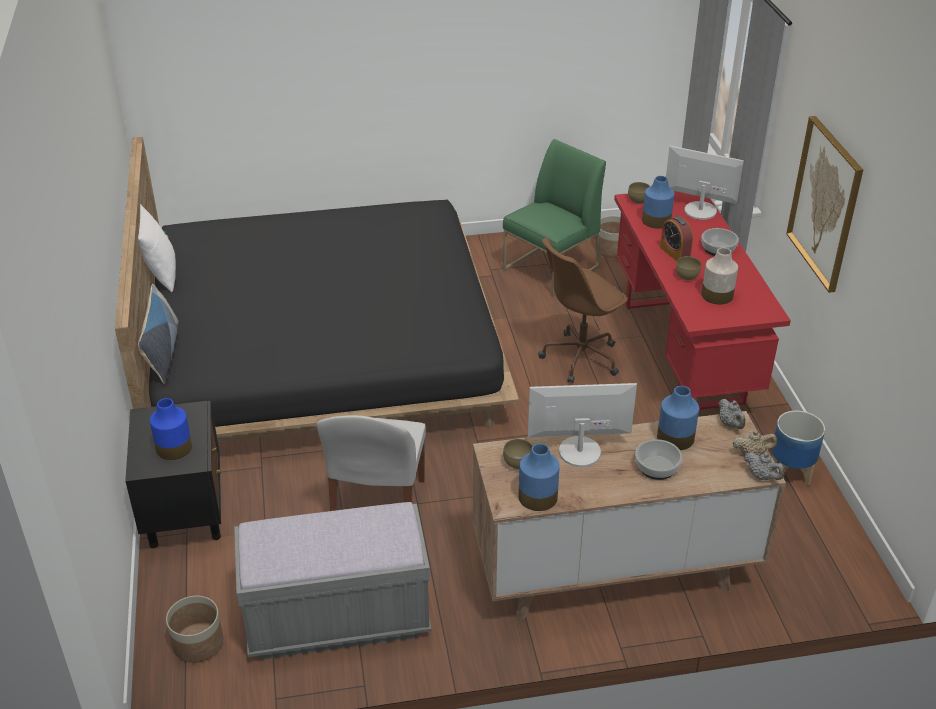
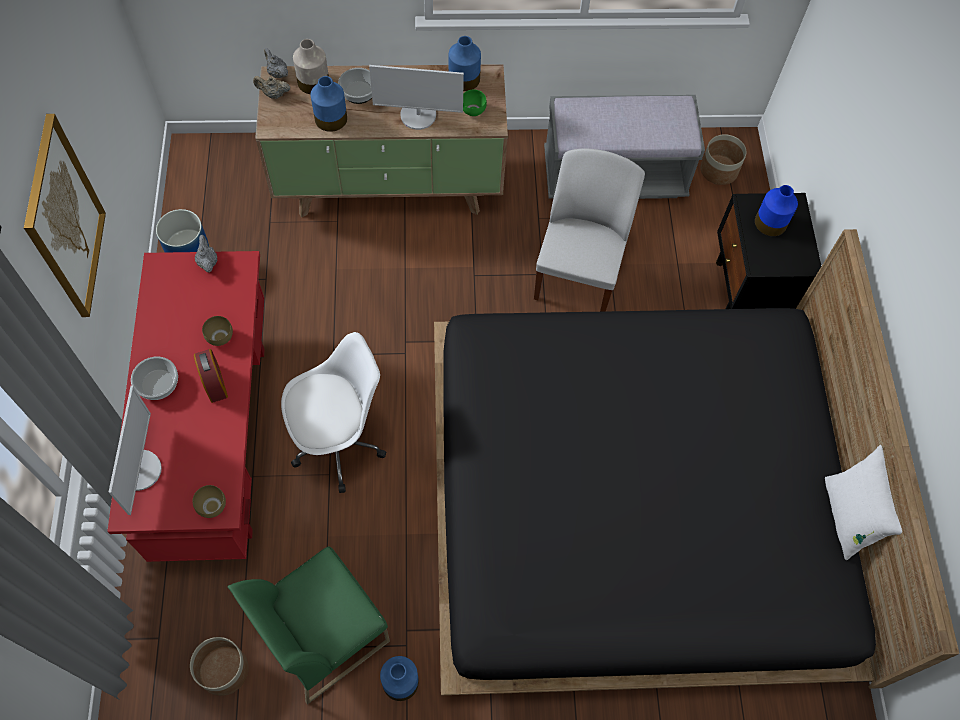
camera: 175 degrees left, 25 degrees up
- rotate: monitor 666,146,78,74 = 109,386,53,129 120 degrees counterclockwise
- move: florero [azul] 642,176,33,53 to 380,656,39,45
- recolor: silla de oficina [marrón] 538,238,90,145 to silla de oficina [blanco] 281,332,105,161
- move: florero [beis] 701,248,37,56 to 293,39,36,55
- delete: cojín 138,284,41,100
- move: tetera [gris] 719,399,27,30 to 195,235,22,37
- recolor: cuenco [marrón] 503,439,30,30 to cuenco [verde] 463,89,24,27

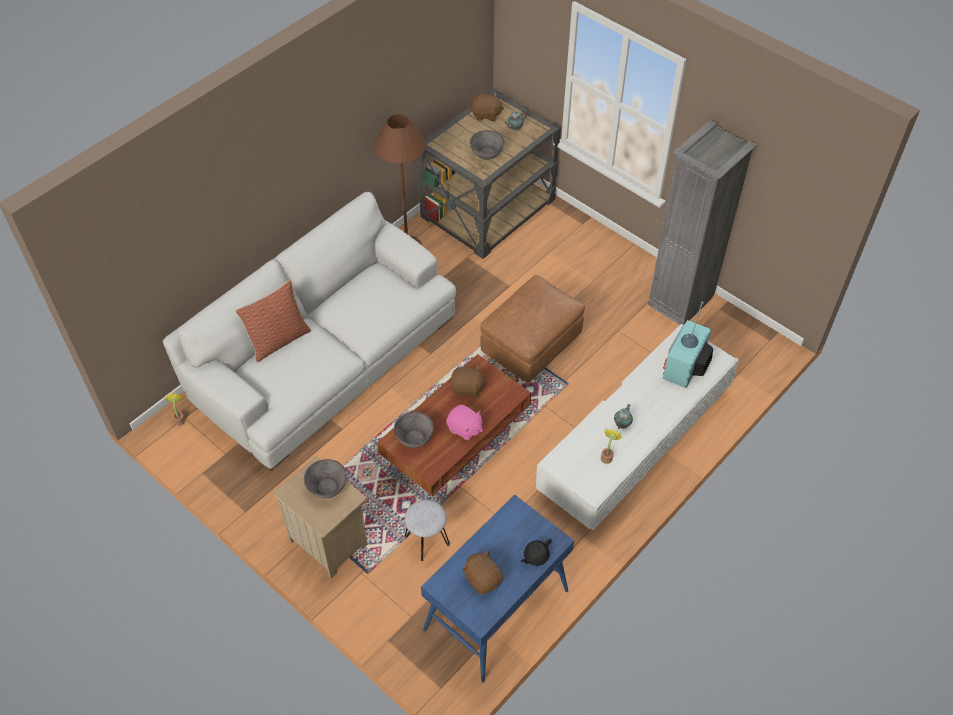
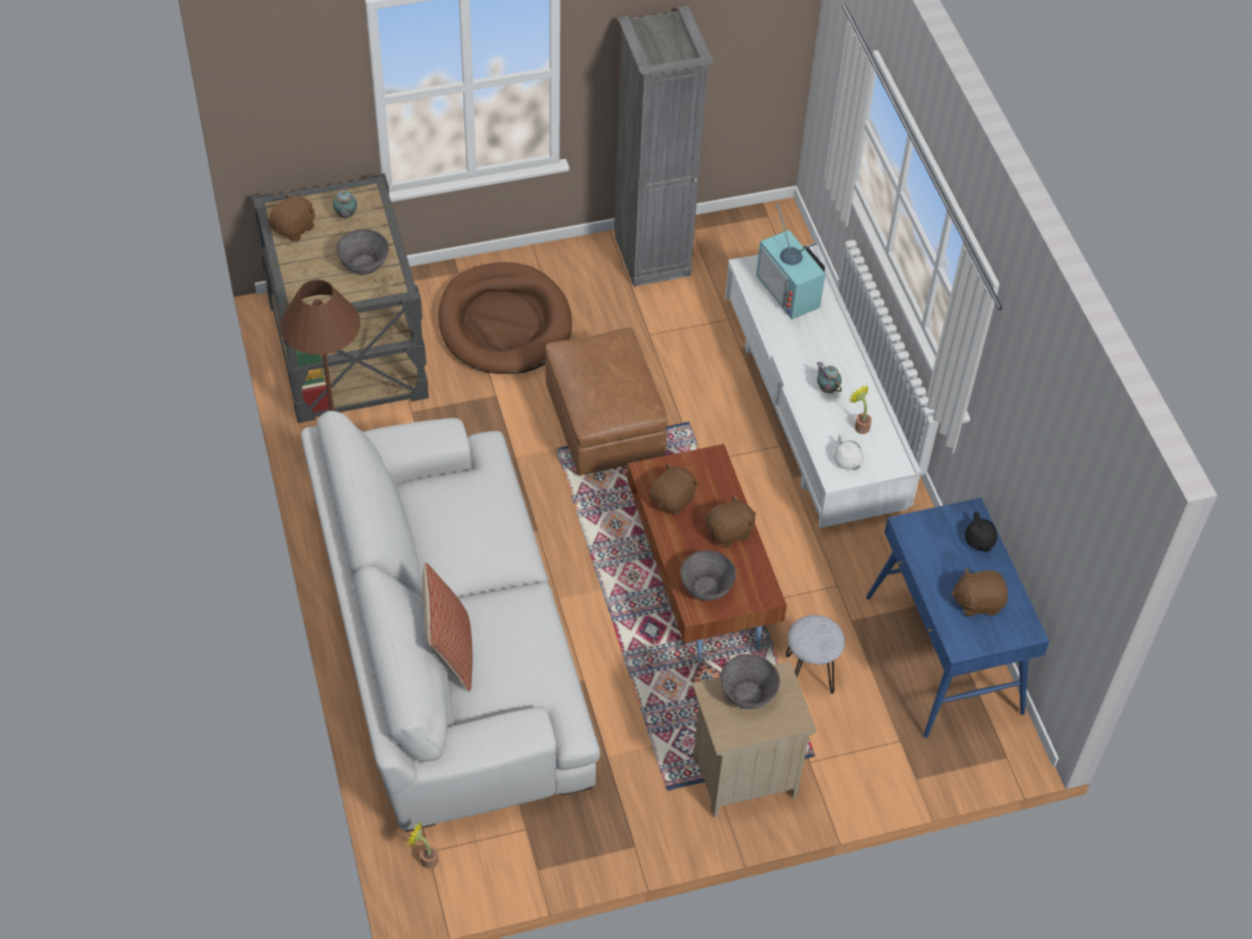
camera: 60 degrees left, 0 degrees up
- recolor: peluche [rosa] 447,405,36,36 to peluche [marrón] 705,495,51,52
- insert: cama para perro [marrón] 438,262,134,112
- insert: tetera [blanco] 833,434,31,36

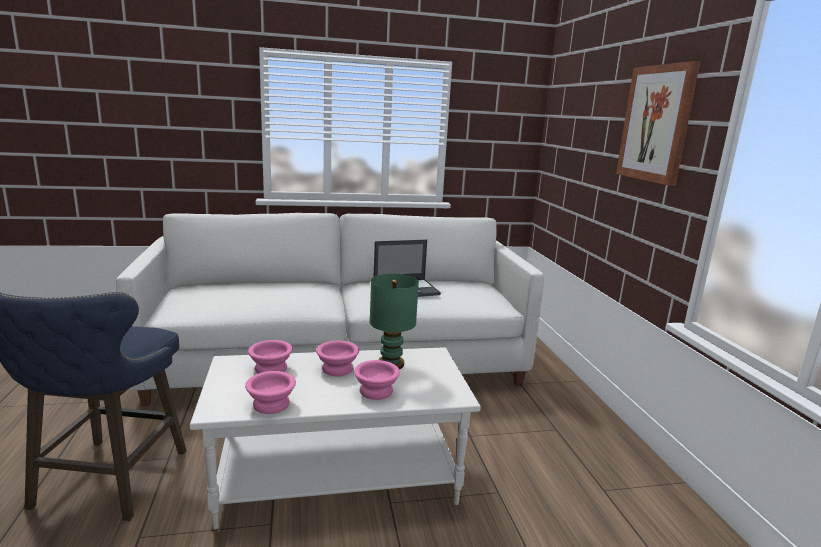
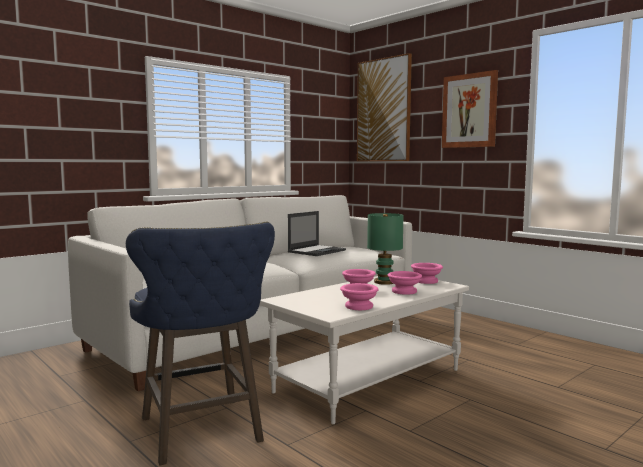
camera: 30 degrees left, 10 degrees down
- move: cuenco [rosa] 248,340,45,34 to 411,263,32,21
- insert: cuadro 357,53,55,108

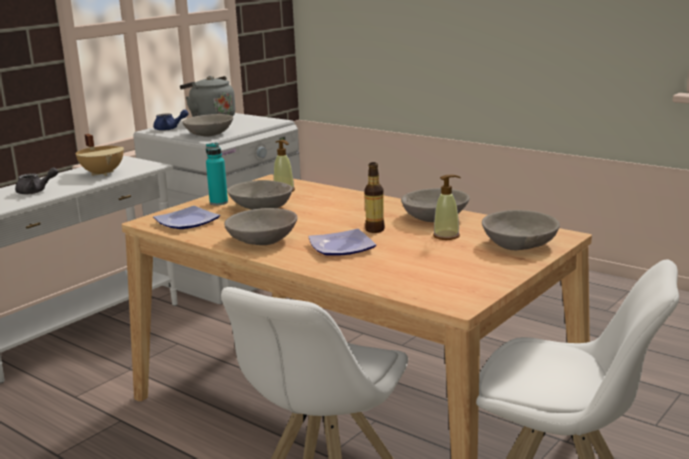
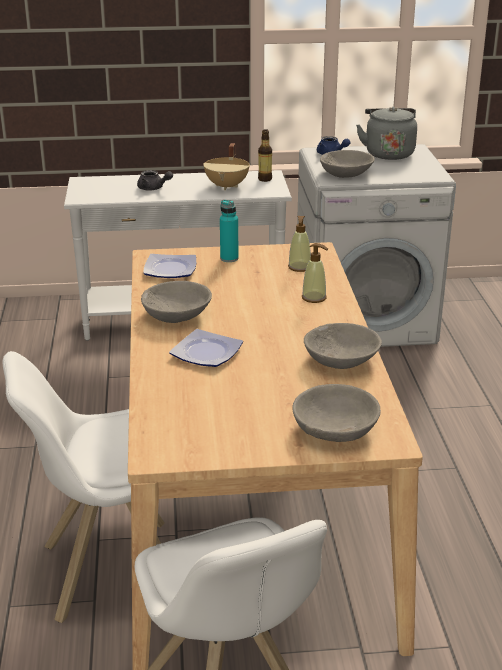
camera: 45 degrees right, 10 degrees up
- move: botella 364,162,21,71 to 258,129,14,53
- move: dispensador de jabón 433,175,28,65 to 302,243,26,60
- delete: cuenco [gris] 227,180,65,30

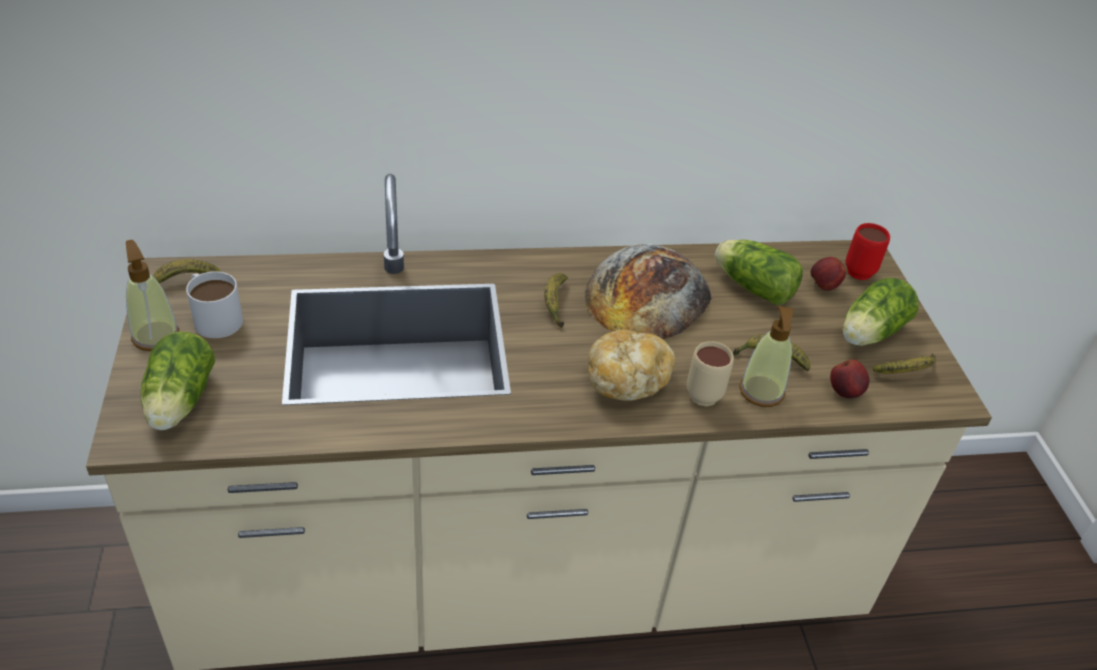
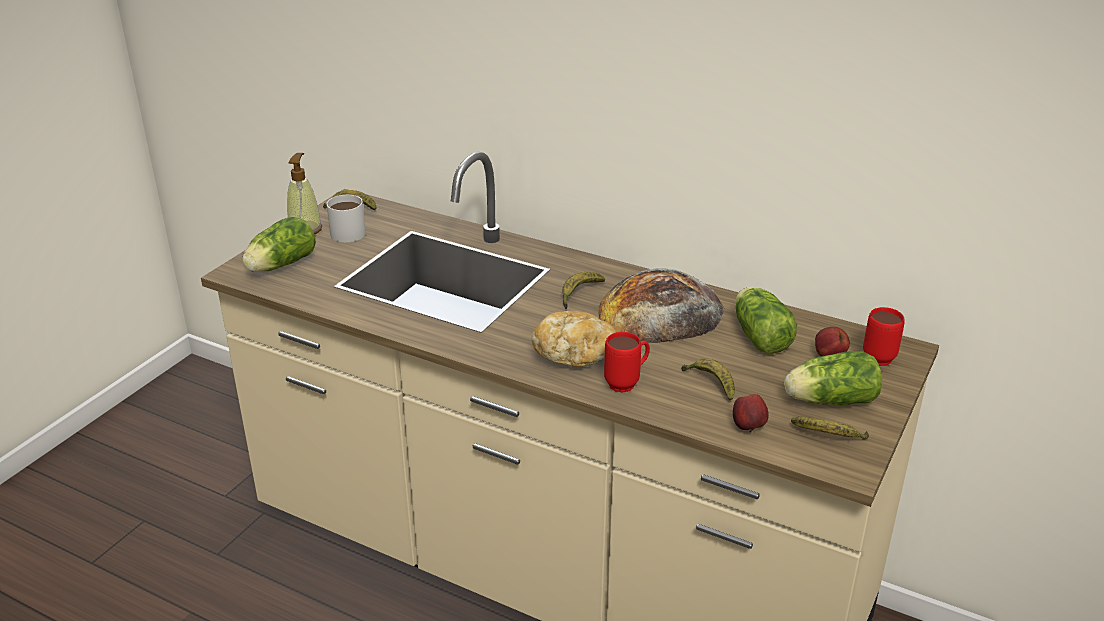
camera: 40 degrees right, 10 degrees down
- delete: dispensador de jabón 739,306,54,101
- recolor: taza grande [beis] 687,341,47,66 to taza grande [rojo] 604,332,46,61

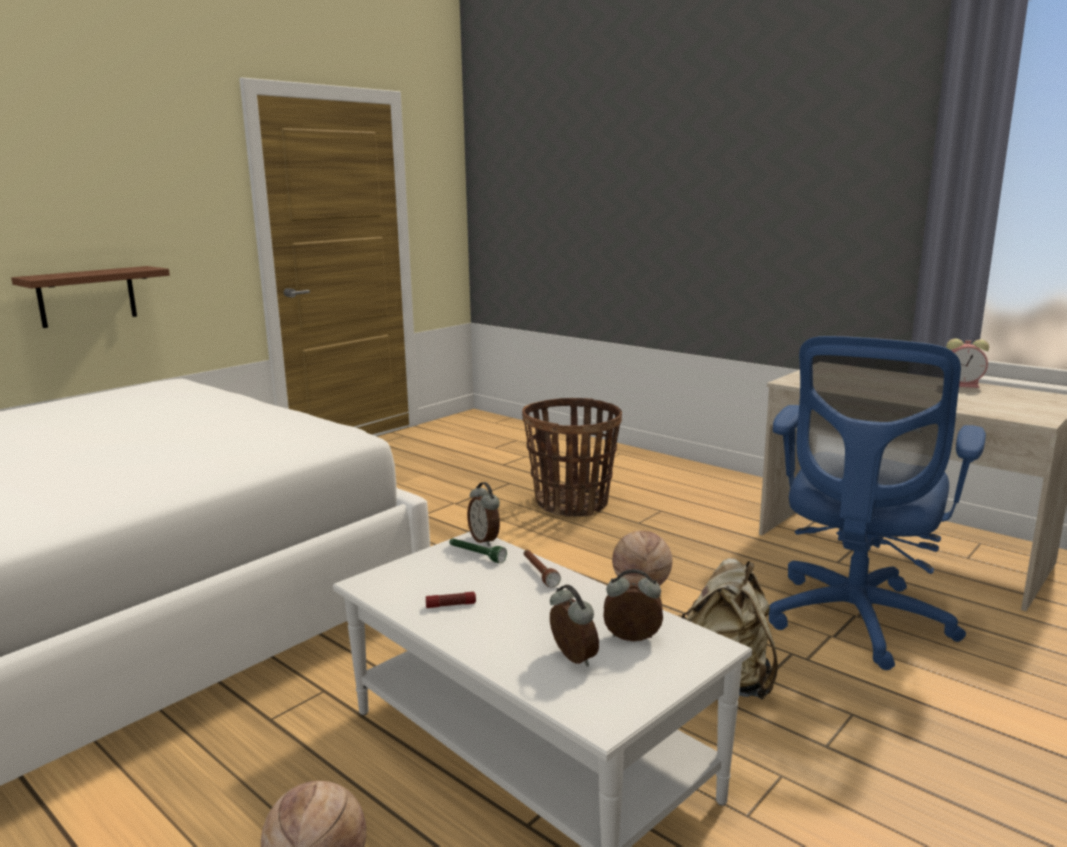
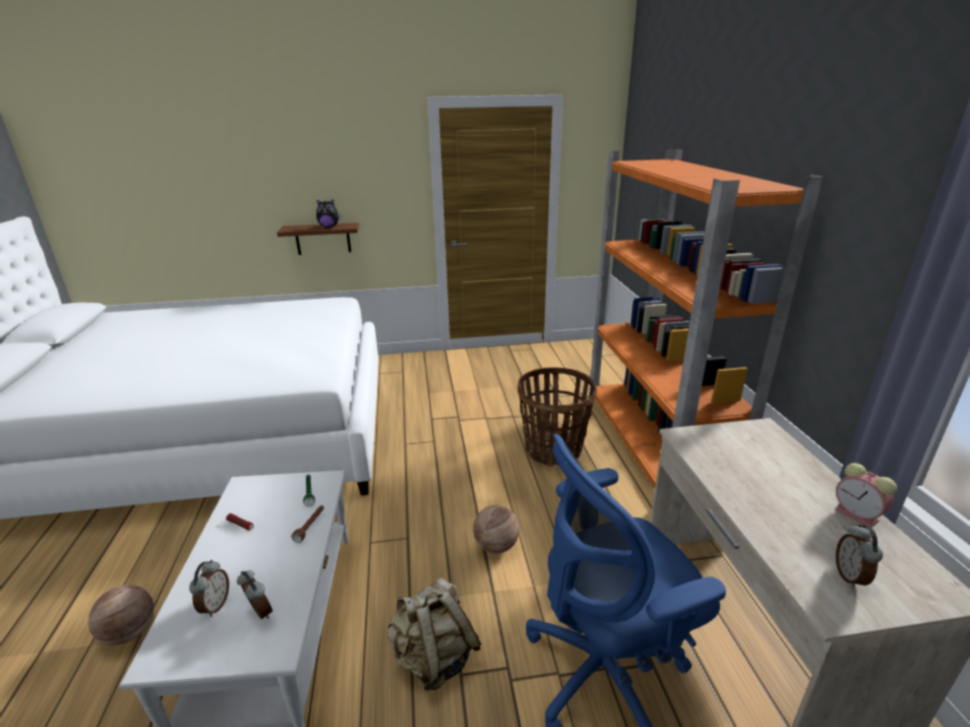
camera: 40 degrees right, 10 degrees up
- move: despertador 467,482,33,64 to 836,524,47,65
- insert: estantería [naranja] 589,149,234,339
- insert: peluche 317,200,25,28

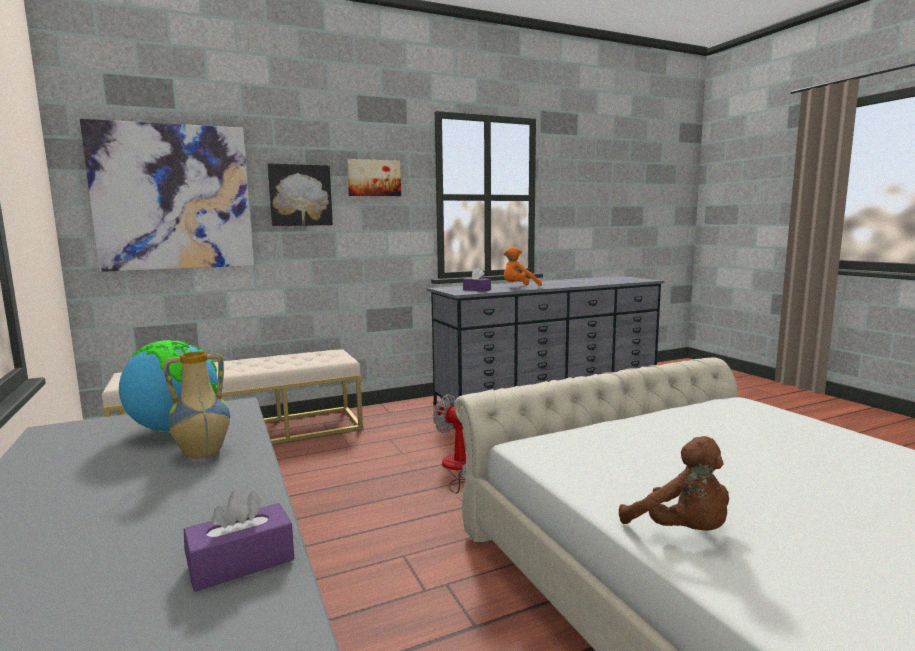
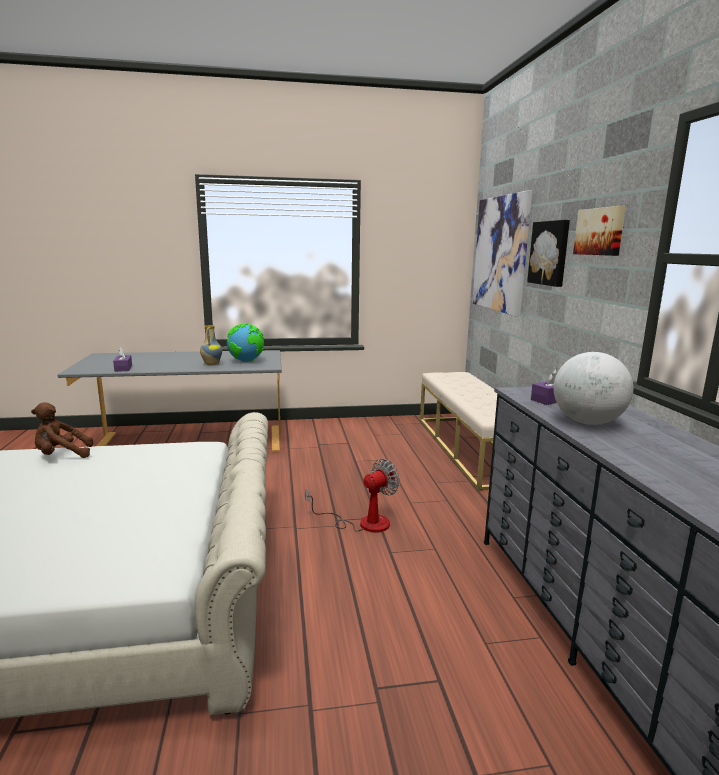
camera: 105 degrees right, 5 degrees up
- replace: peluche [naranja] 504,246,38,40 to globo terráqueo 554,352,79,73

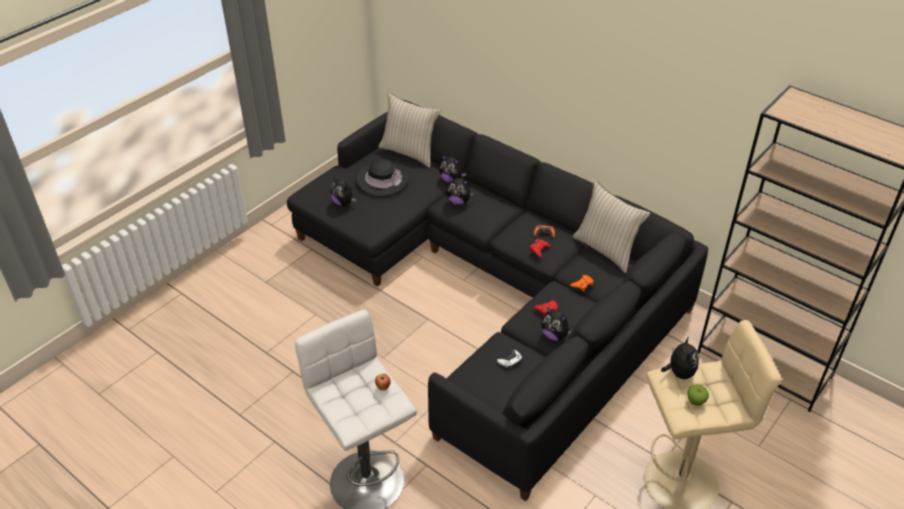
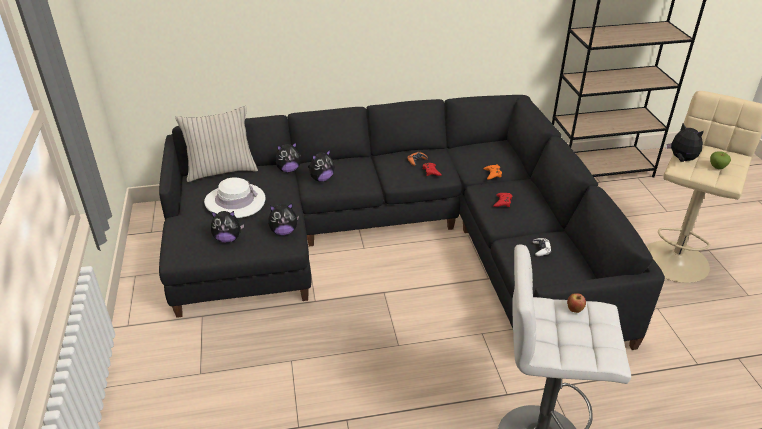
camera: 50 degrees left, 5 degrees down
- recolor: sombrero [negro] 356,159,52,38 to sombrero [blanco] 204,177,61,41
- delete: cojín [beis] 573,180,77,93
- move: peluche 541,307,31,34 to 268,203,31,32

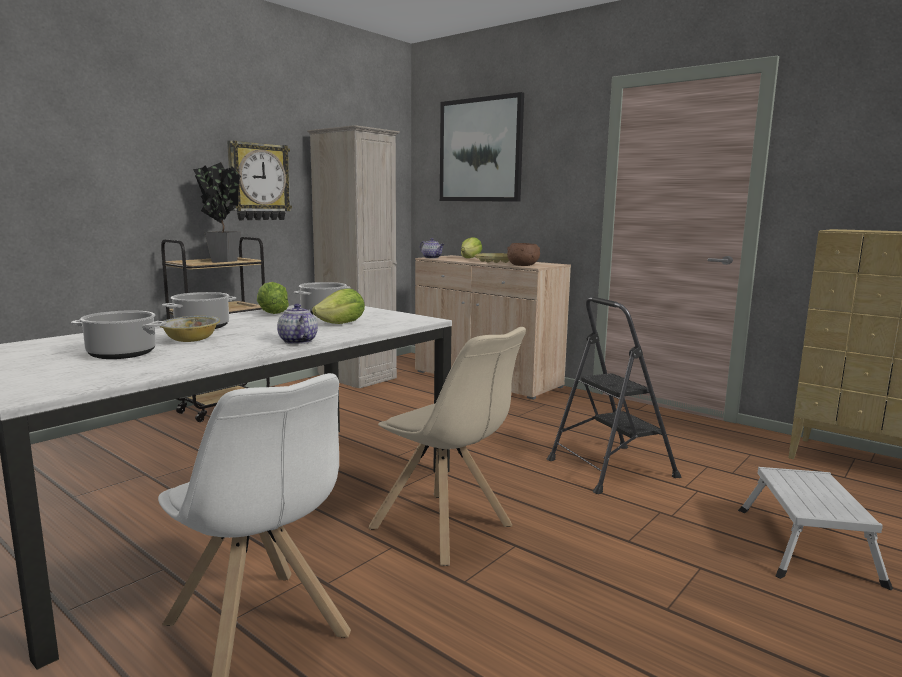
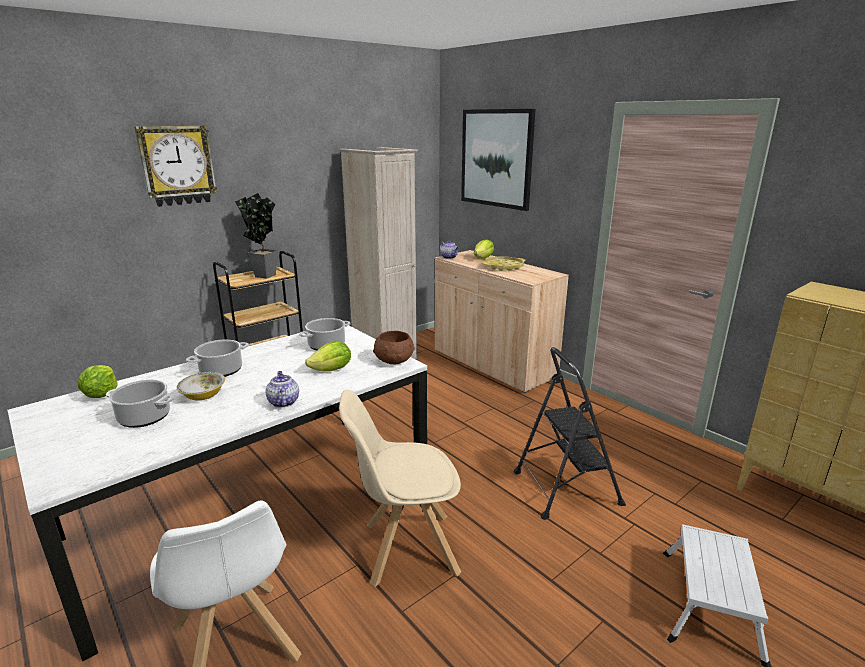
camera: 10 degrees right, 10 degrees up
- move: reloj de pared 227,140,65,80 to 134,126,83,81
- move: cuenco [marrón] 507,243,33,23 to 373,331,42,33
- move: lechuga 257,282,32,32 to 78,365,39,33
- rotate: silla [beis] 369,327,157,239 = 339,390,122,197 120 degrees clockwise

